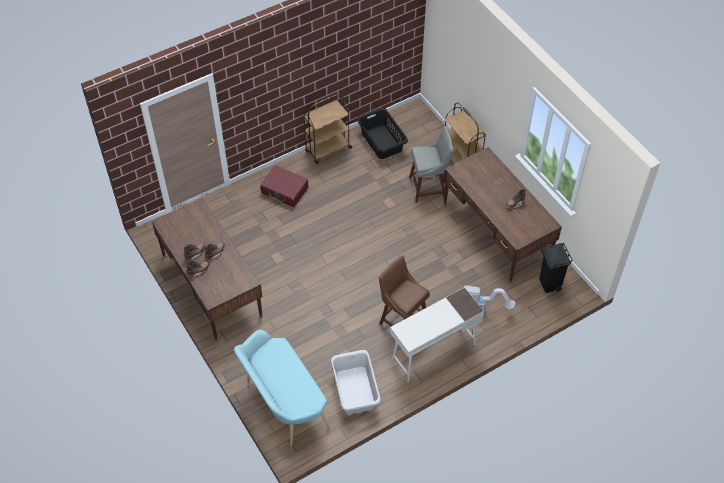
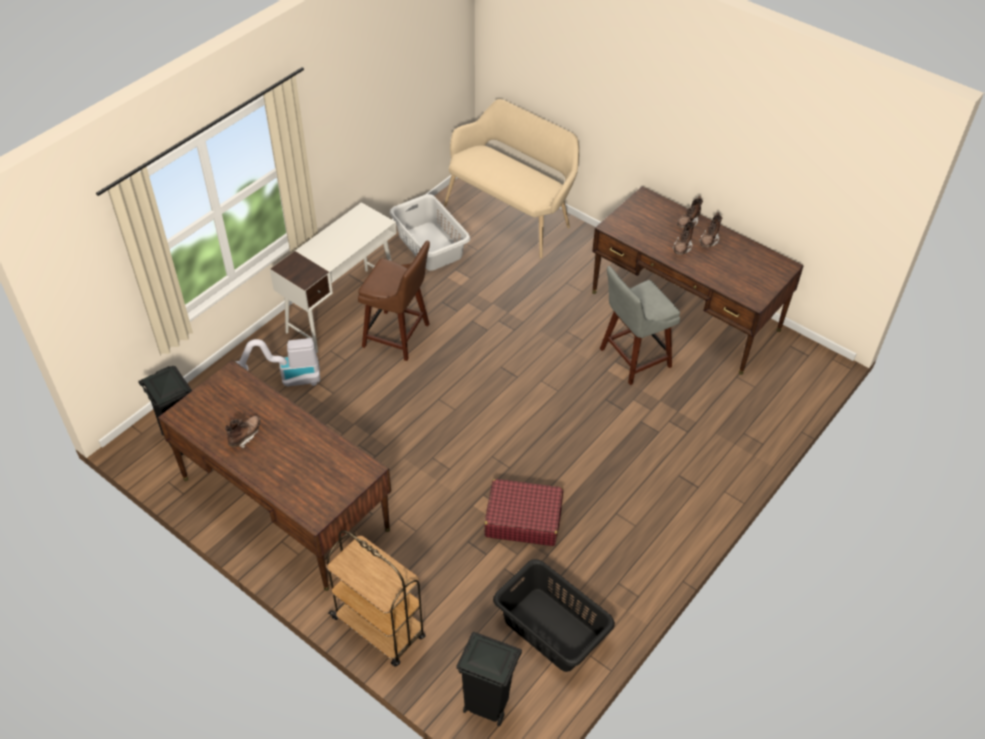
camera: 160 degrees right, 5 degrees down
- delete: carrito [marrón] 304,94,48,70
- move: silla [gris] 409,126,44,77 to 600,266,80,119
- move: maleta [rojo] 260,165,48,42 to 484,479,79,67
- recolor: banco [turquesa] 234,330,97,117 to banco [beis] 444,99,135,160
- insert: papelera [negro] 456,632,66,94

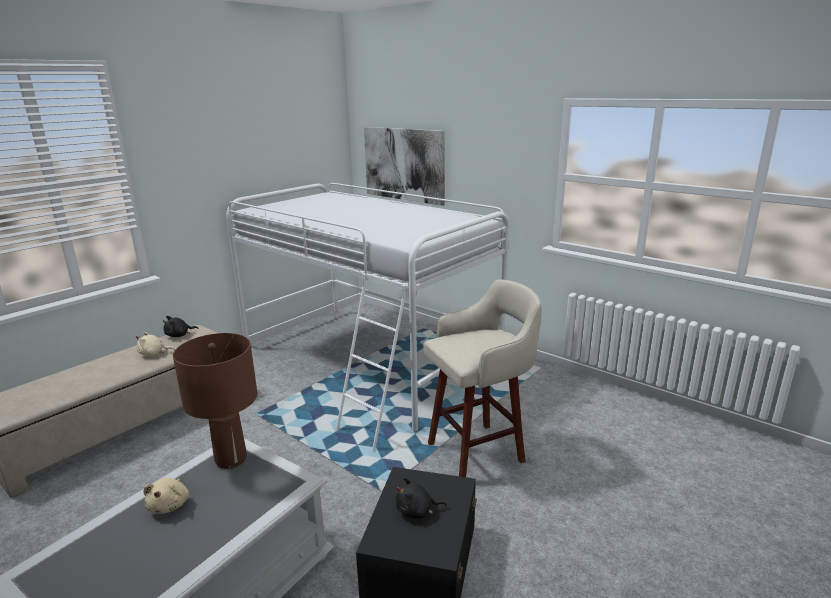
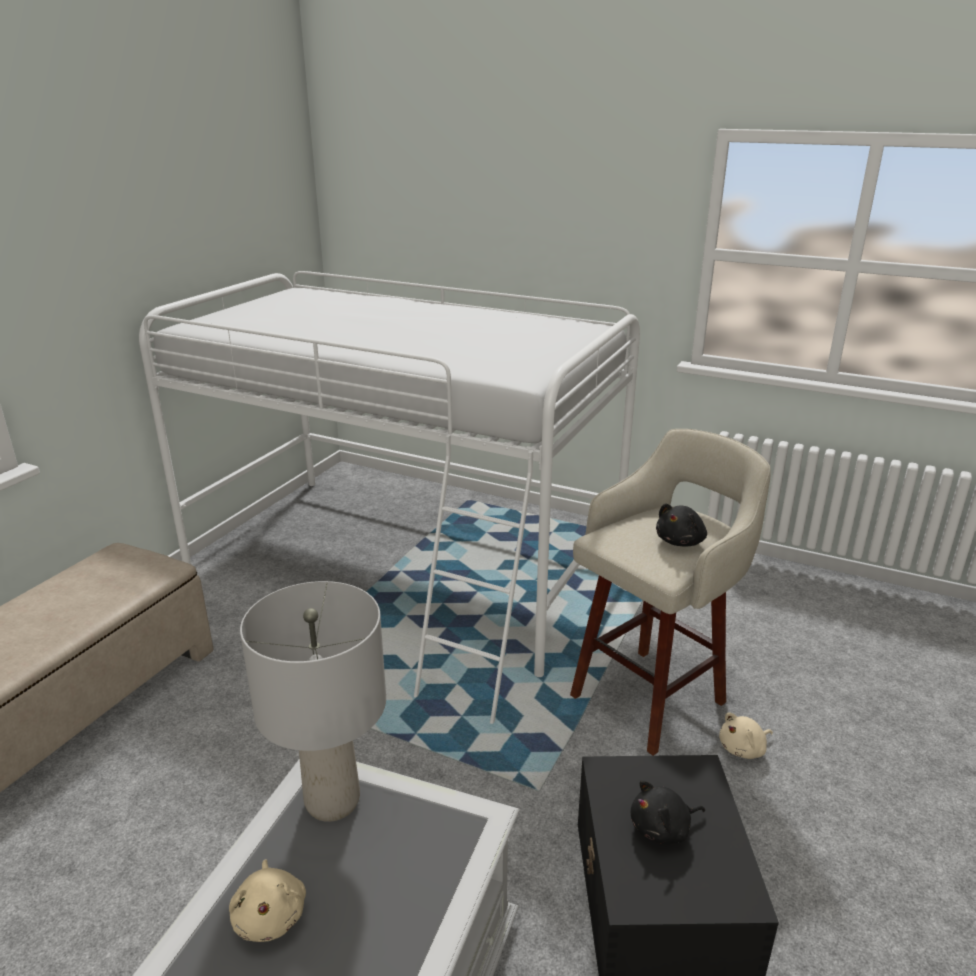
camera: 15 degrees left, 5 degrees up
- delete: cuadro 364,127,81,79
- move: peluche [negro] 163,316,35,21 to 656,504,51,43
- move: peluche [beis] 136,331,39,25 to 719,712,54,47
- recolor: lámpara de mesa [marrón] 173,333,84,136 to lámpara de mesa [gris] 240,581,146,241

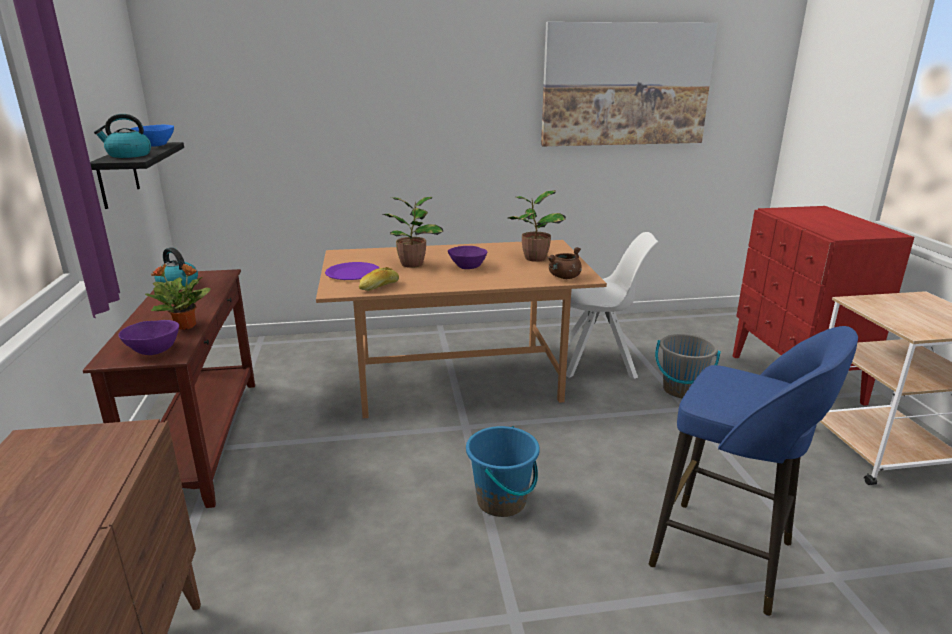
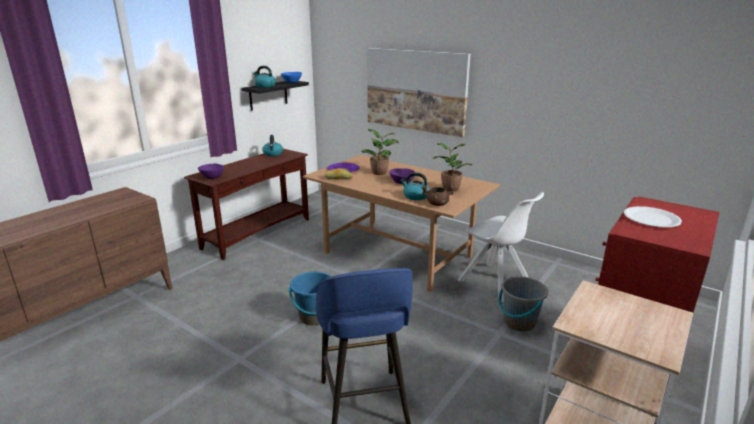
camera: 45 degrees right, 0 degrees up
- move: cuadro 541,22,177,124 to 367,48,104,89
- delete: planta en maceta 145,264,66,66
- insert: hervidor 401,172,29,28
- insert: plato [blanco] 624,206,58,22

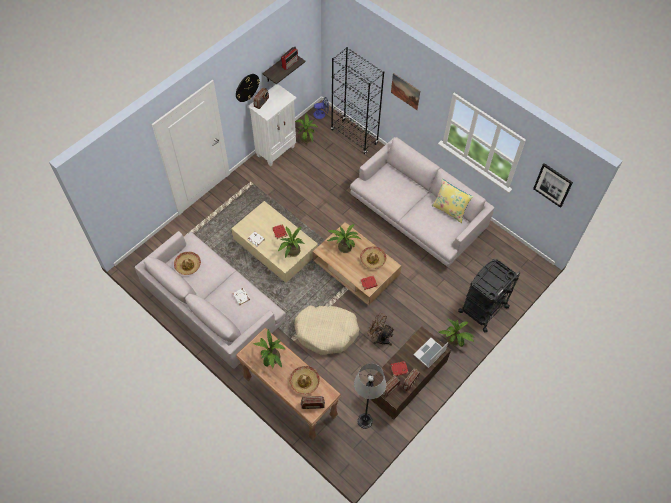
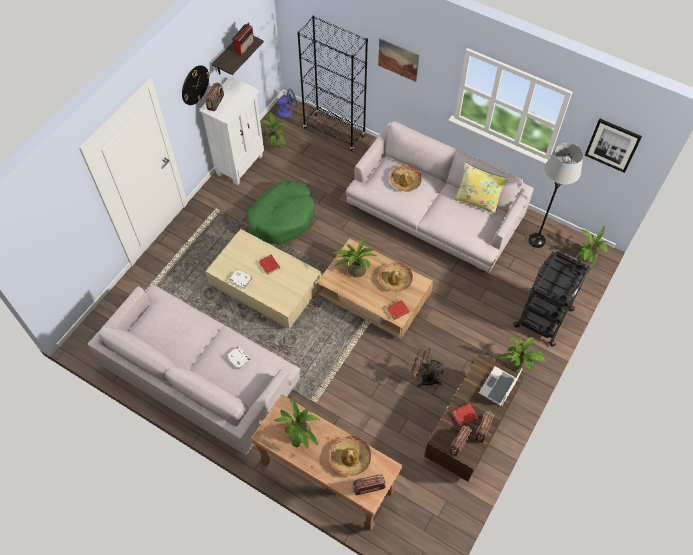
camera: 10 degrees left, 0 degrees up
- move: planta en maceta 278,227,26,31 to 577,226,31,41
- move: sombrero 174,252,27,23 to 390,165,32,26
- delete: cama para perro [beis] 294,305,66,50
- move: lámpara de pie [gris] 354,363,32,66 to 528,143,55,105
- insert: cama para perro [verde] 248,180,67,64

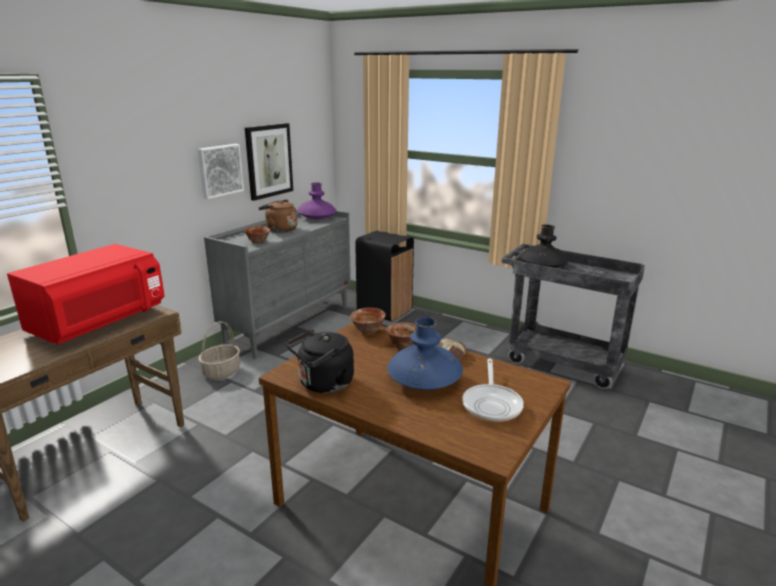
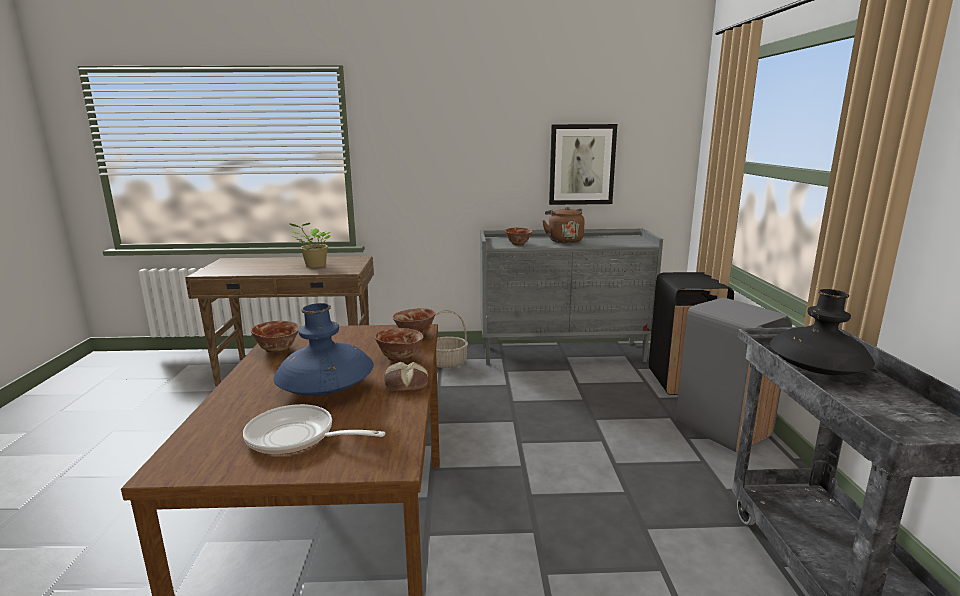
camera: 55 degrees right, 5 degrees down
- delete: cuadro 198,144,46,55
- delete: florero [morado] 297,183,40,36
- replace: microondas [rojo] 7,244,157,100 to planta en maceta 289,223,41,45
- replace: hervidor [negro] 286,329,68,64 to cuenco 251,321,49,32
- rotate: sartén 462,359,62,63 = 243,404,143,50 45 degrees clockwise
- insert: papelera [gris] 676,298,116,155

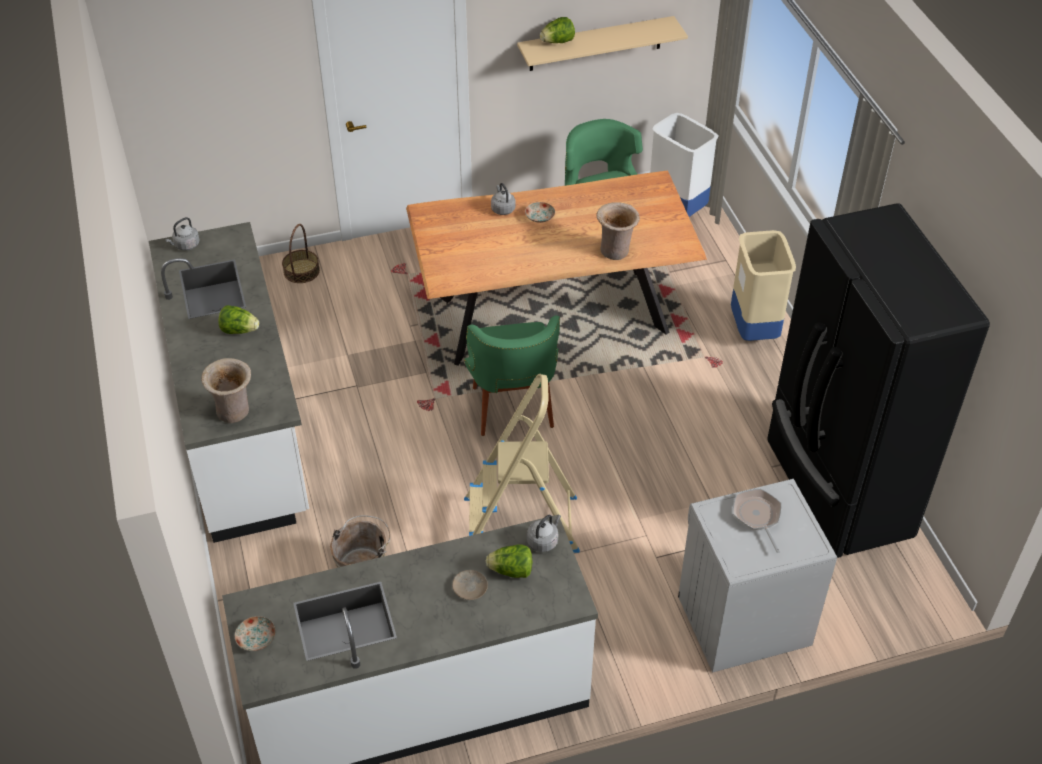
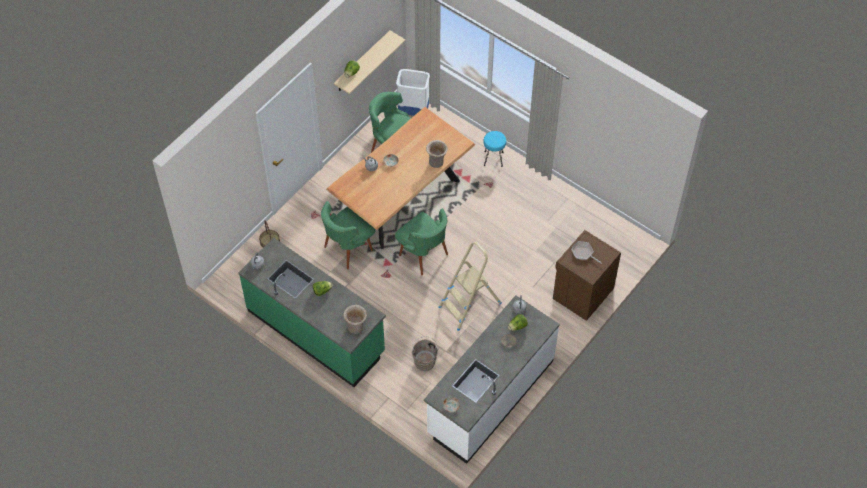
camera: 35 degrees left, 10 degrees up
- delete: nevera [negro] 767,203,223,355
- recolor: mueble bajo de cocina [blanco] 149,222,160,321 to mueble bajo de cocina [verde] 238,238,148,149
- replace: papelera [beis] 731,230,65,111 to taburete [turquesa] 483,131,23,36
- recolor: lavadora [blanco] 678,479,159,193 to lavadora [marrón] 553,230,68,91
- insert: silla [verde] 321,201,54,68

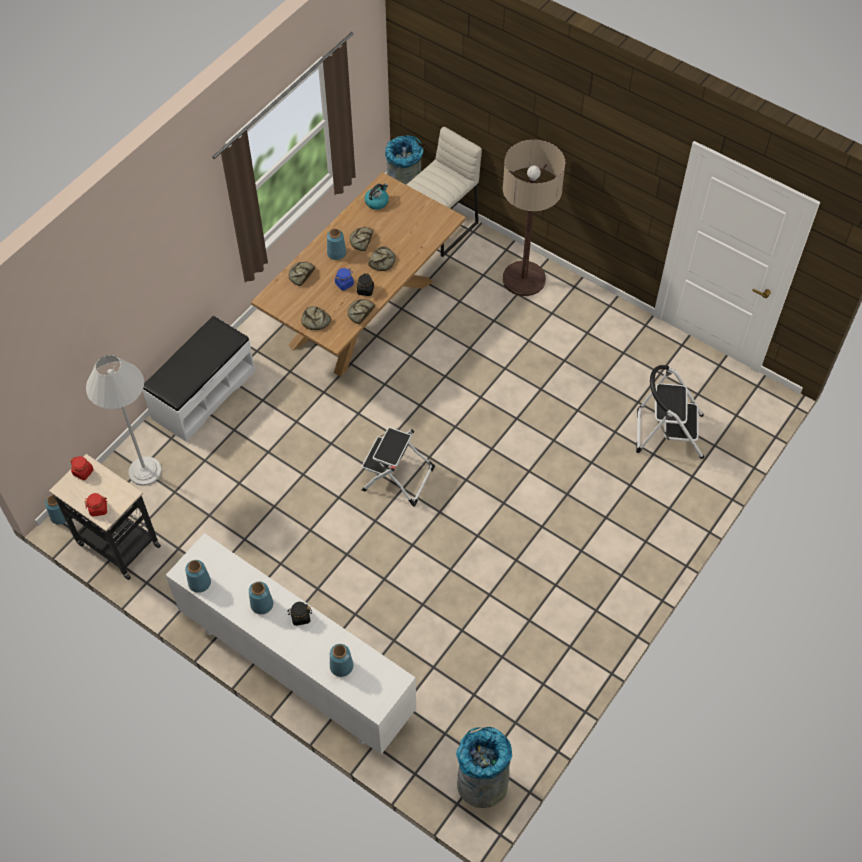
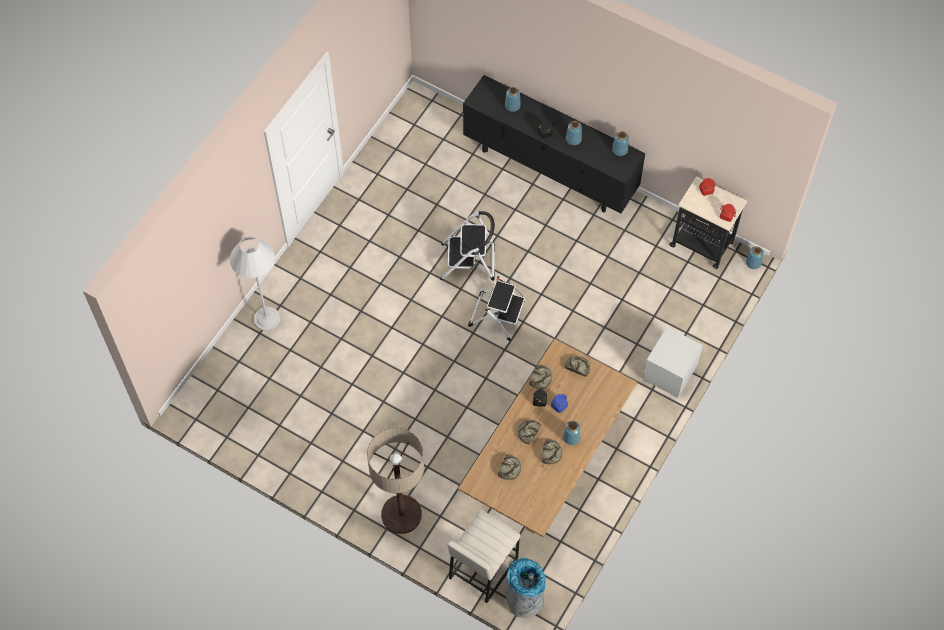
camera: 175 degrees right, 5 degrees up
- delete: hervidor 365,184,24,26
- move: pan 289,262,26,24 to 498,454,23,26
- replace: banco [blanco] 142,316,113,126 to mesita de noche [blanco] 643,327,60,71
- move: lámpara de pie [blanco] 86,355,76,131 to 230,236,50,95
- move: escalera de tijera 636,365,68,94 to 440,211,55,70
- recolor: armario [blanco] 166,533,250,221 to armario [negro] 463,75,182,139
- delete: papelera [gris] 456,727,56,81

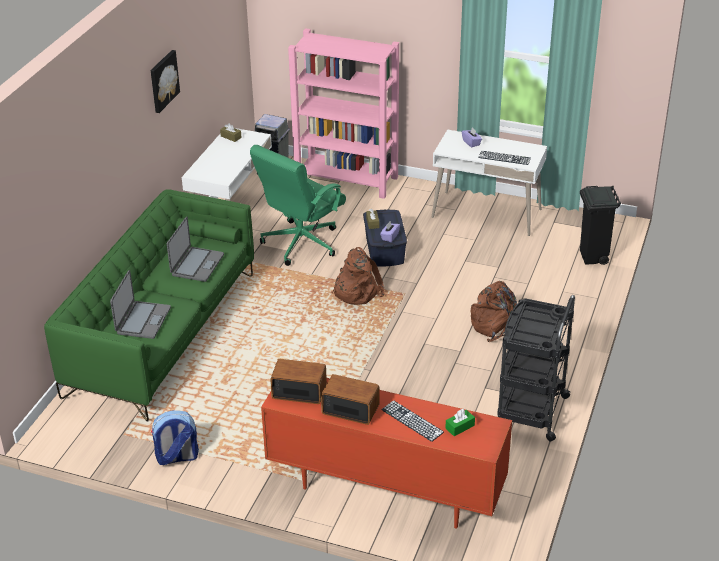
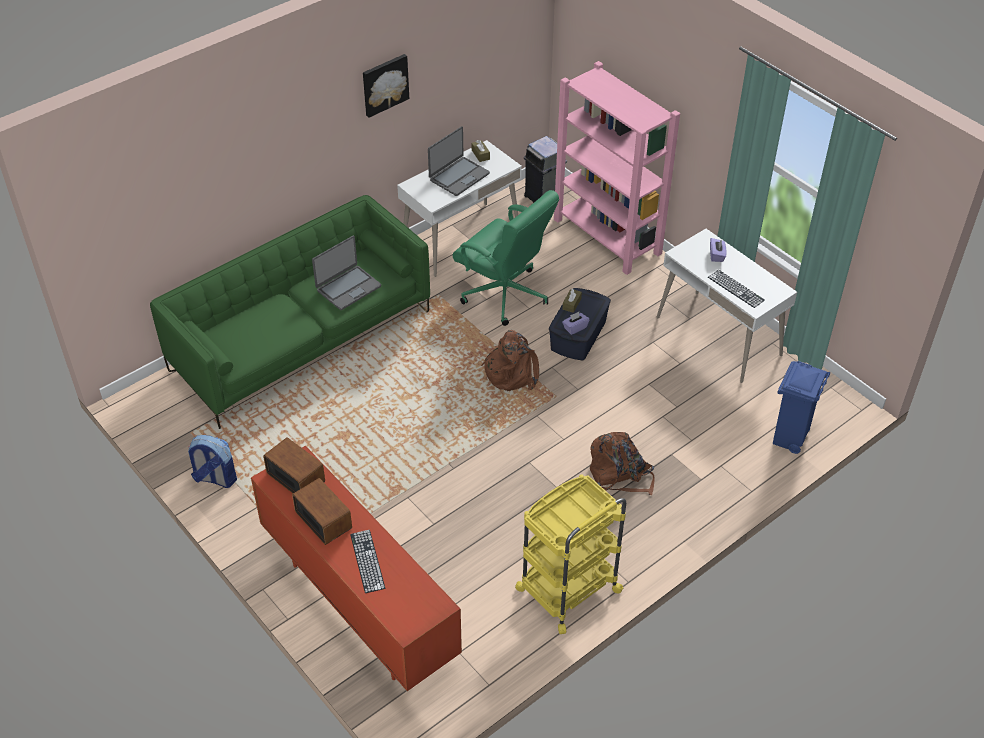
camera: 30 degrees right, 10 degrees up
- rotate: silla de oficina [verde] 250,145,96,121 = 453,190,106,136 120 degrees counterclockwise
- recolor: papelera [negro] 580,186,41,79 to papelera [azul] 773,361,57,93
- move: portátil 110,270,61,69 to 428,126,62,70
- recolor: carrito [negro] 497,295,78,147 to carrito [amarillo] 515,474,111,160
- delete: caja de pañuelos [verde] 445,409,30,27

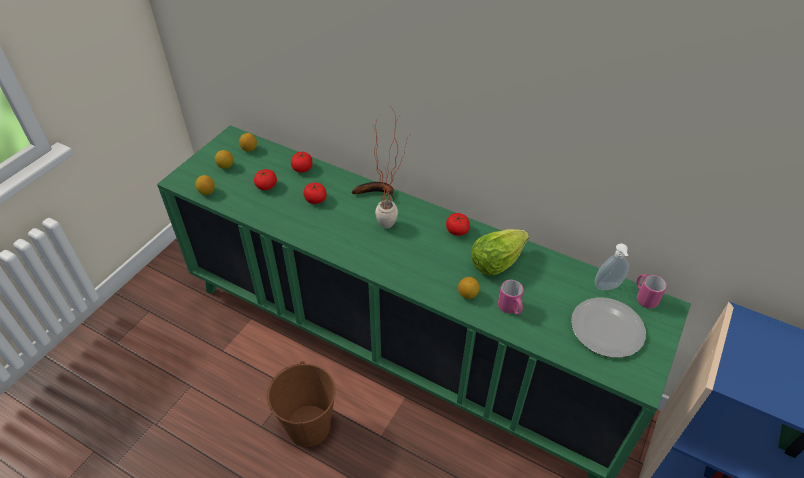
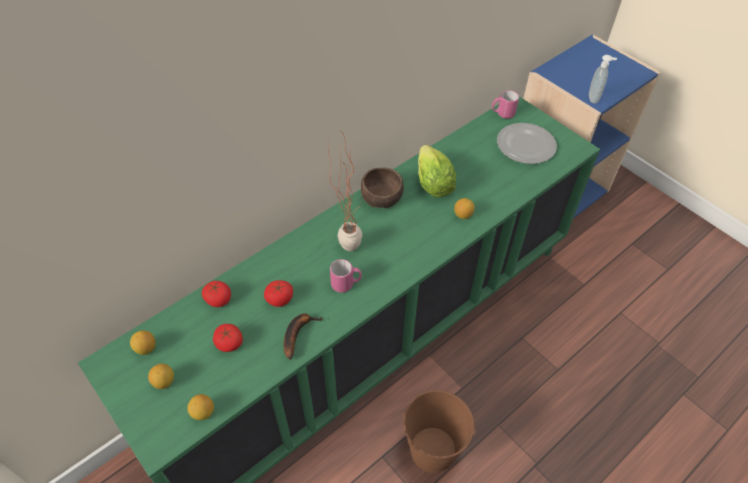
camera: 70 degrees left, 5 degrees up
- move: plátano 352,182,43,19 to 284,314,39,46
- replace: tomate 446,213,24,23 to cuenco [marrón] 361,168,43,40
- move: dispensador de jabón 595,243,34,47 to 589,55,28,48
- move: taza grande [rosa] 498,280,25,35 to 330,259,32,34

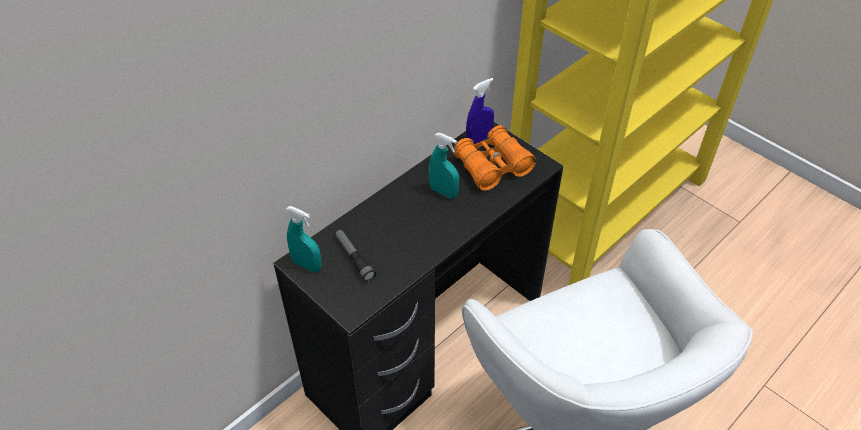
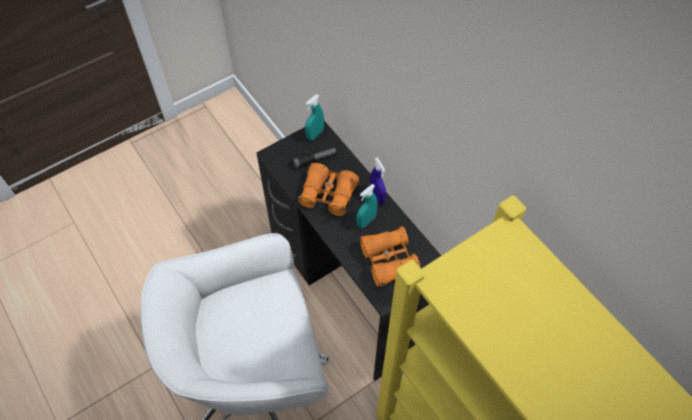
camera: 100 degrees right, 10 degrees up
- move: pulverizador [azul] 466,78,28,66 to 370,158,16,47
- insert: prismáticos [naranja] 298,163,61,53

